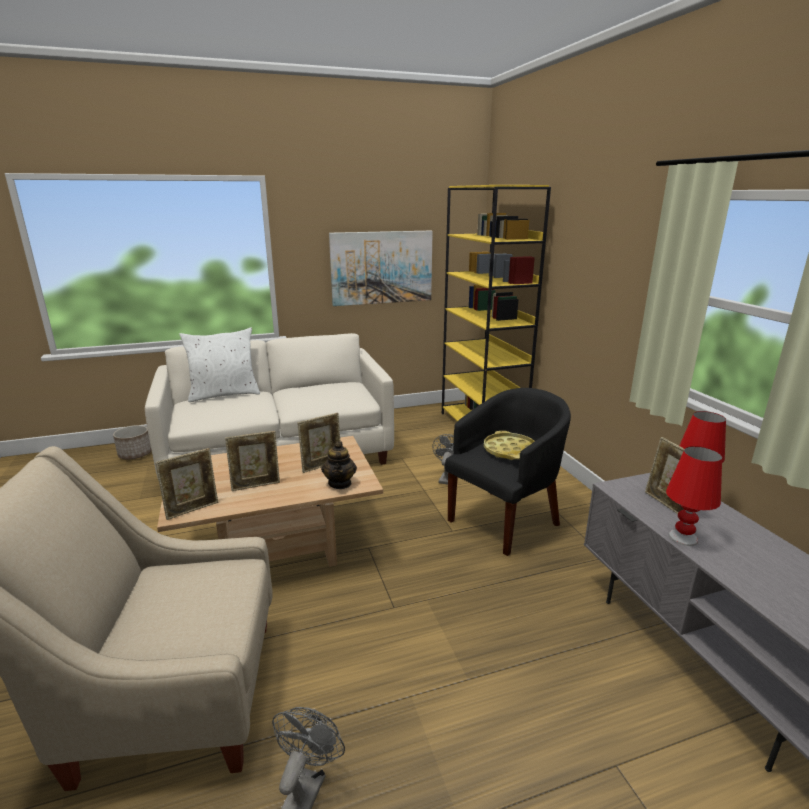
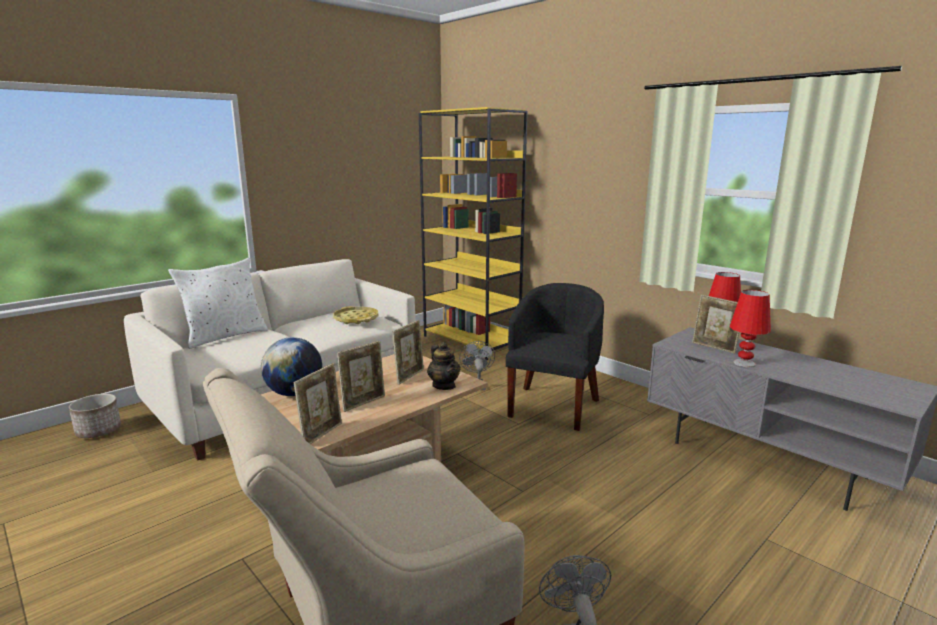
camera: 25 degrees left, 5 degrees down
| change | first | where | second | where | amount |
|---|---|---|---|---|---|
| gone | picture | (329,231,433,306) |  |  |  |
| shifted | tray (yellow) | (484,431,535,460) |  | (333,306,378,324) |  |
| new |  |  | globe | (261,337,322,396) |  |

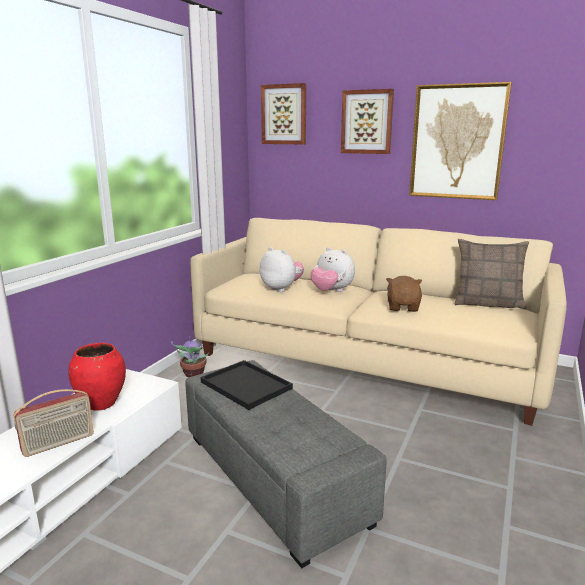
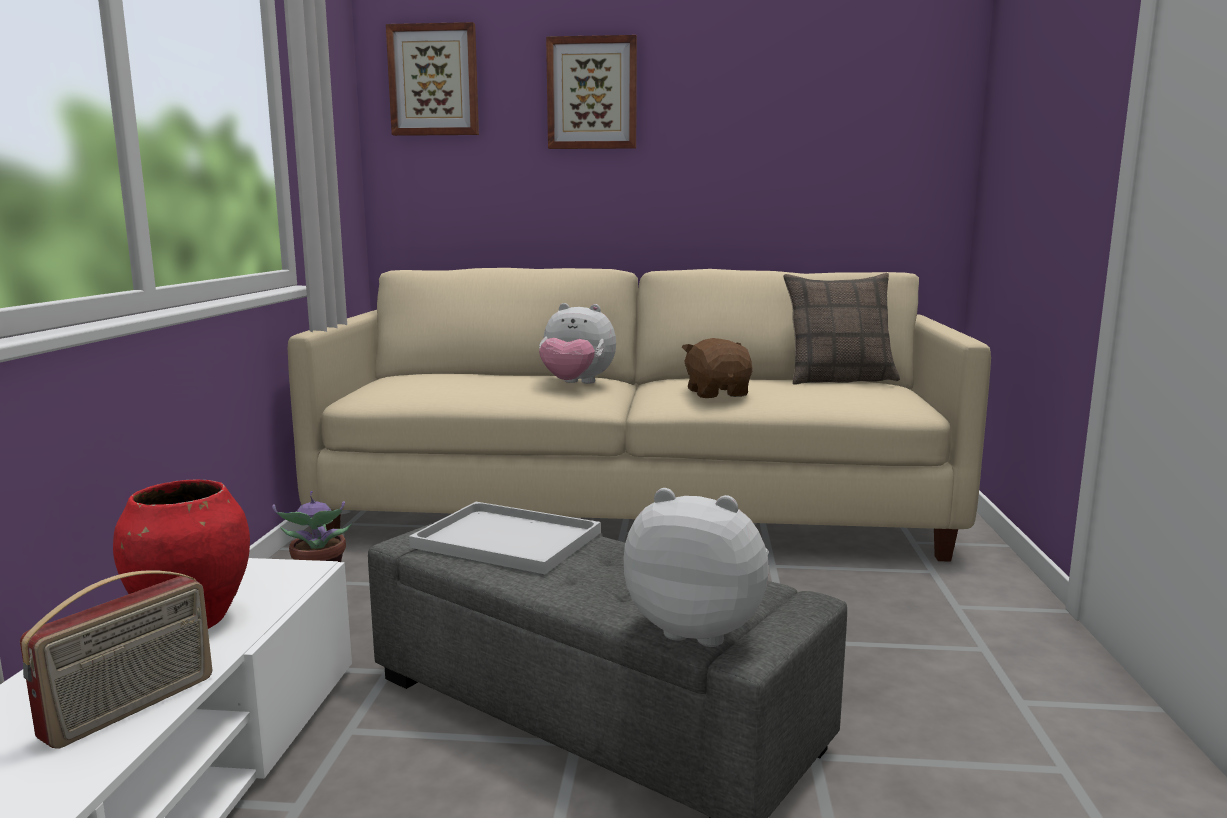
camera: 20 degrees left, 5 degrees down
| change | first | where | second | where | amount |
|---|---|---|---|---|---|
| repainted | tray (black) | (201,360,293,410) | tray (white) | (409,502,601,574) |  |
| shifted | plush toy | (260,247,304,292) |  | (624,488,769,647) |  |
| gone | picture | (409,82,512,200) |  |  |  |

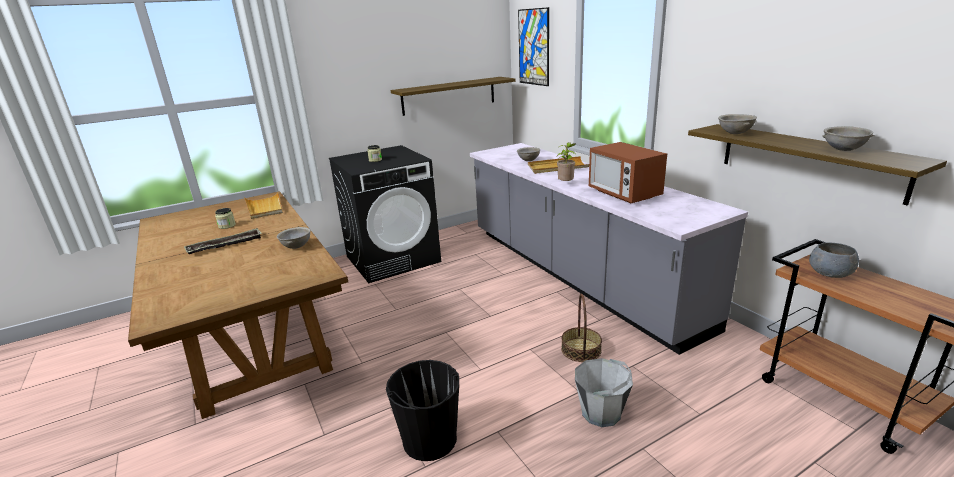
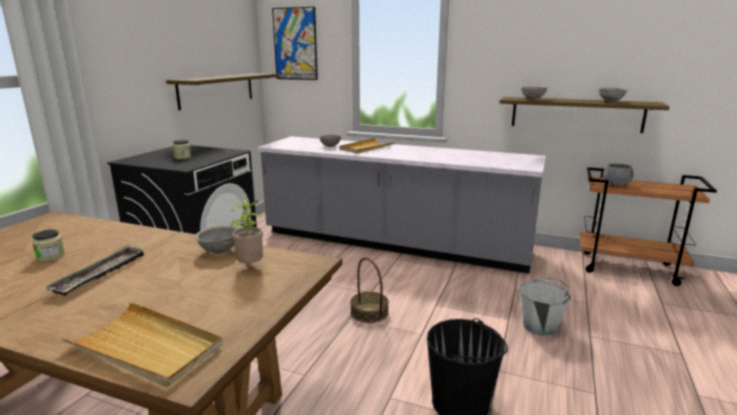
camera: 40 degrees left, 5 degrees down
| change | first | where | second | where | amount |
|---|---|---|---|---|---|
| shifted | tray (beige) | (244,192,283,219) |  | (61,302,223,387) |  |
| shifted | potted plant | (557,142,576,181) |  | (231,199,263,263) |  |
| shifted | basket | (561,294,602,362) |  | (350,257,389,323) |  |
| gone | microwave | (589,142,667,203) |  |  |  |

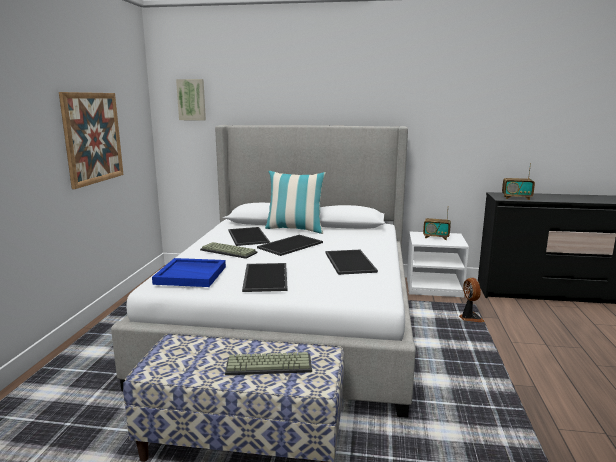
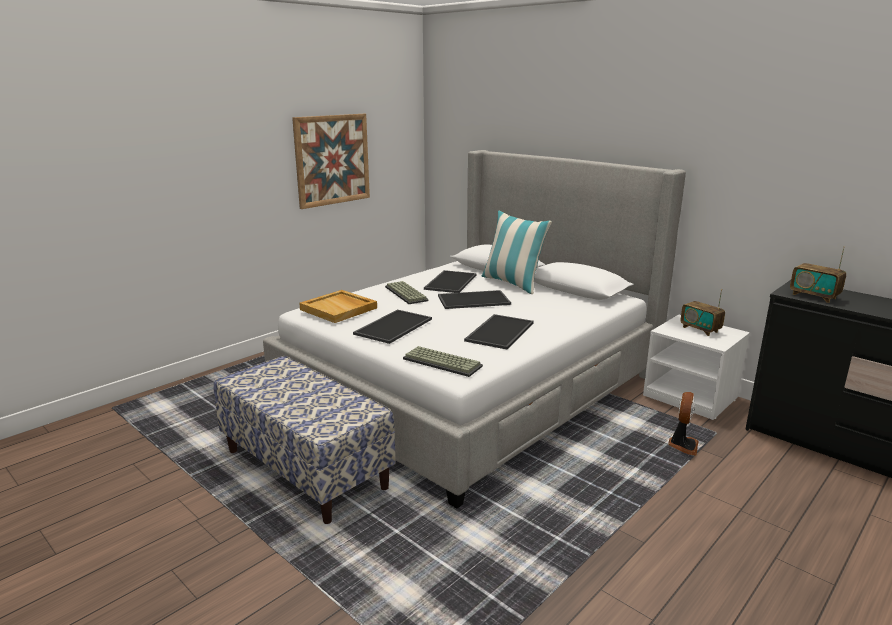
camera: 35 degrees right, 5 degrees up
| change | first | where | second | where | amount |
|---|---|---|---|---|---|
| repainted | tray (blue) | (152,258,226,287) | tray (beige) | (299,290,377,323) |  |
| gone | picture | (176,79,206,121) |  |  |  |
| shifted | keyboard | (225,352,312,375) |  | (403,346,483,377) |  |

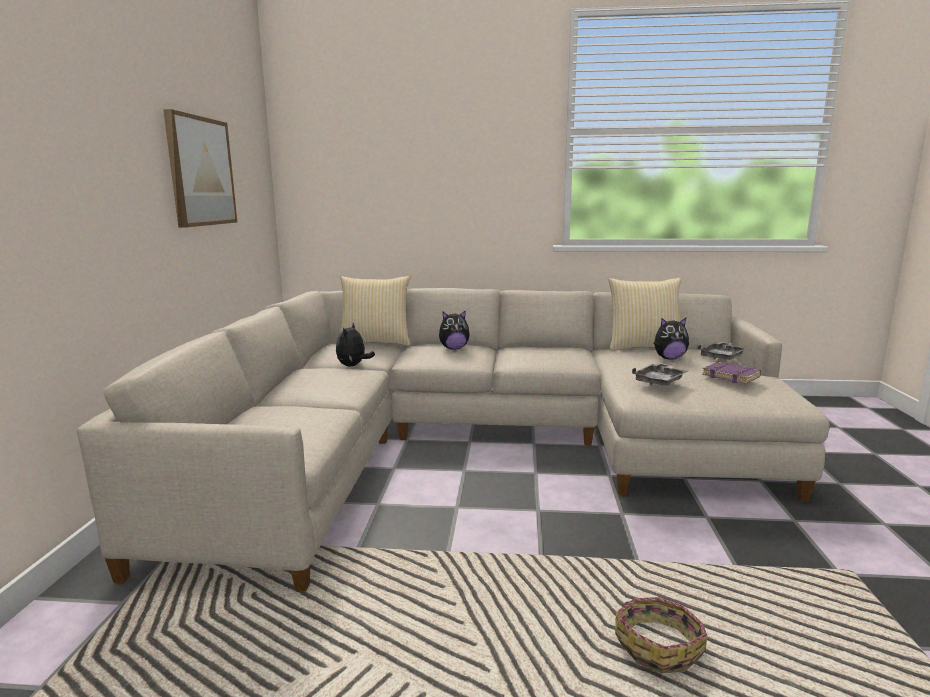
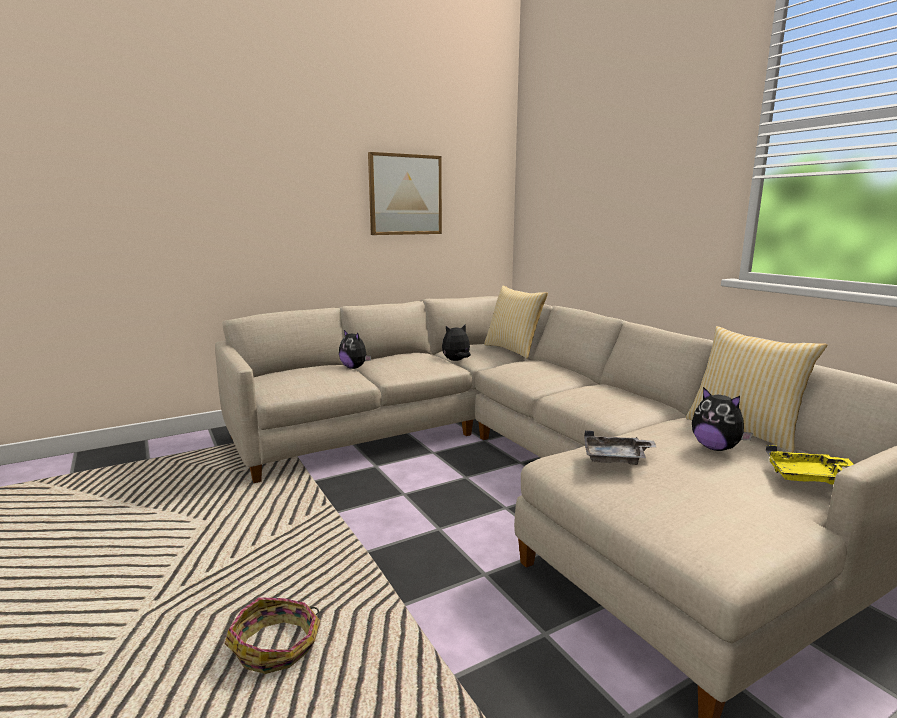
camera: 55 degrees right, 0 degrees up
| change | first | where | second | where | amount |
|---|---|---|---|---|---|
| shifted | plush toy | (439,310,470,350) |  | (339,330,371,369) |  |
| repainted | tray (grey) | (698,342,748,360) | tray (yellow) | (766,445,854,485) |  |
| gone | book (purple) | (702,362,761,384) |  |  |  |

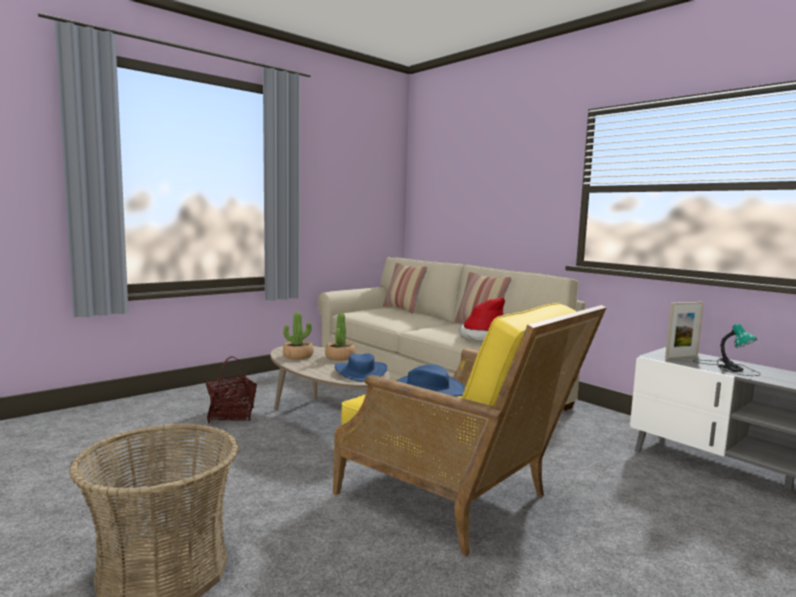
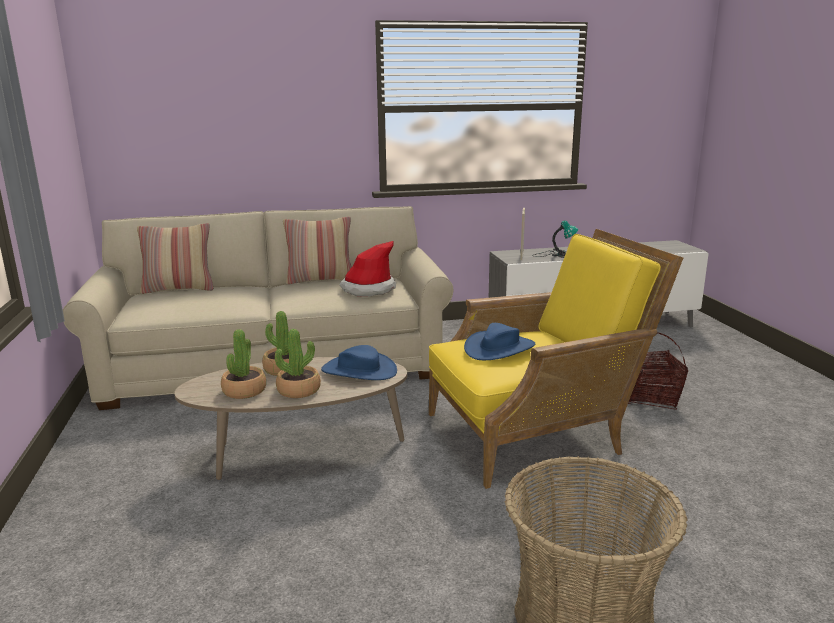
camera: 60 degrees left, 10 degrees up
| change | first | where | second | where | amount |
|---|---|---|---|---|---|
| shifted | basket | (205,356,257,424) |  | (628,332,688,410) |  |
| new |  |  | potted plant | (275,329,321,398) |  |

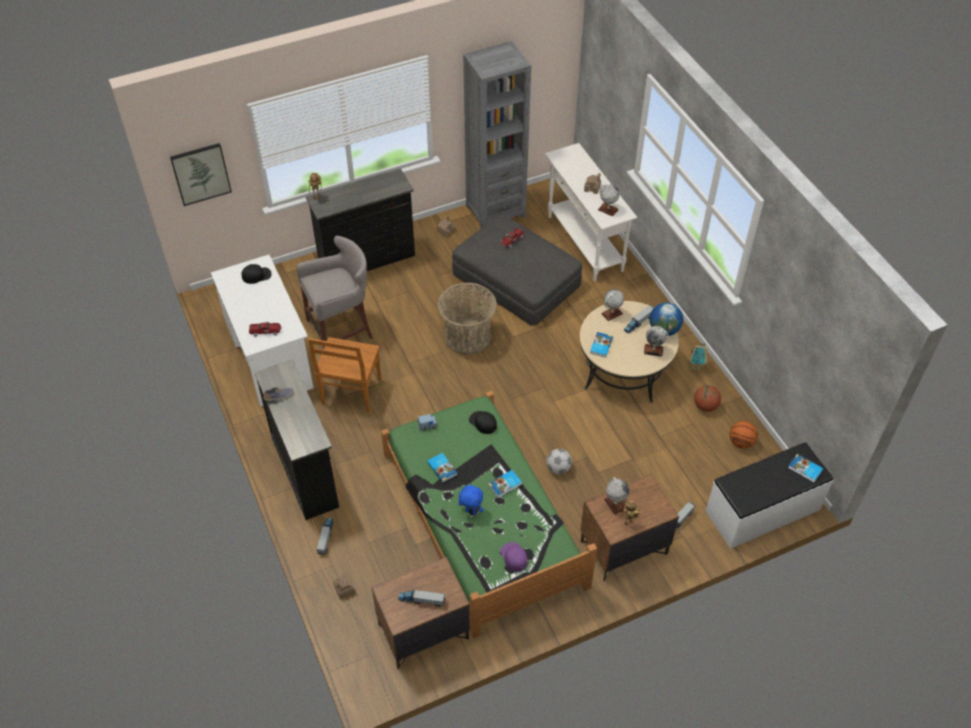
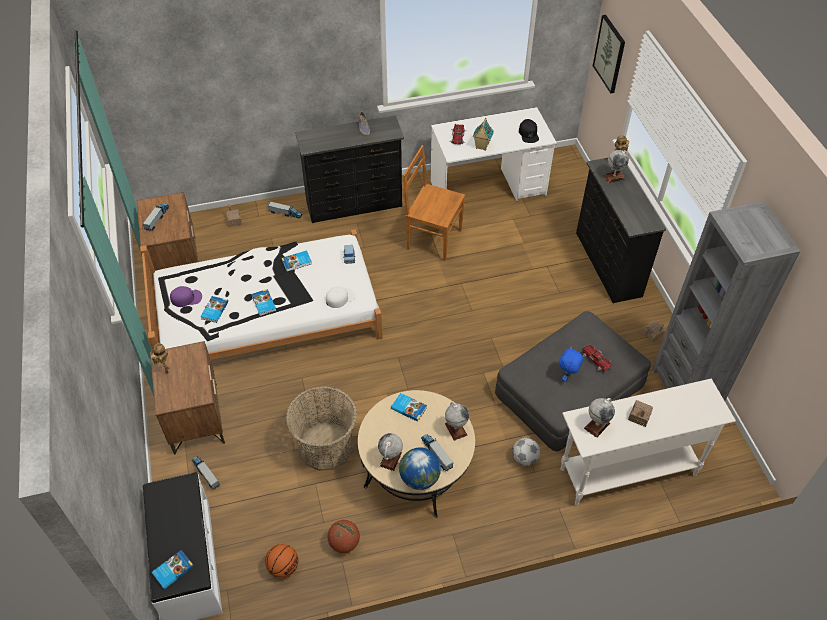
camera: 100 degrees right, 0 degrees up
| change | first | where | second | where | amount |
|---|---|---|---|---|---|
| gone | stool (grey) | (297,236,373,349) |  |  |  |
| repainted | bed (green) | (381,391,597,639) | bed (white) | (140,229,383,360) |  |
| shifted | basket | (437,283,497,355) |  | (286,386,357,471) |  |
| shifted | plush toy (blue) | (458,485,484,514) |  | (559,346,584,381) |  |
| repainted | cap (black) | (469,411,497,434) | cap (white) | (326,287,355,308) |  |
| shifted | football | (546,449,572,474) |  | (512,438,540,466) |  |
| shifted | globe | (604,477,629,515) |  | (603,150,630,183) |  |
| shifted | toy house | (690,343,707,371) |  | (472,118,494,151) |  |
| new |  |  | book | (200,296,228,323) |  |

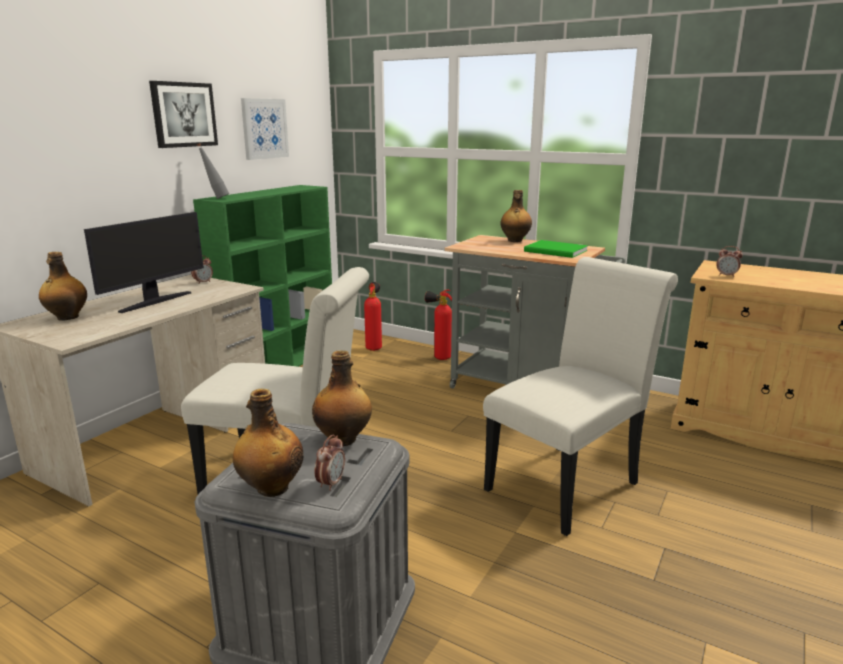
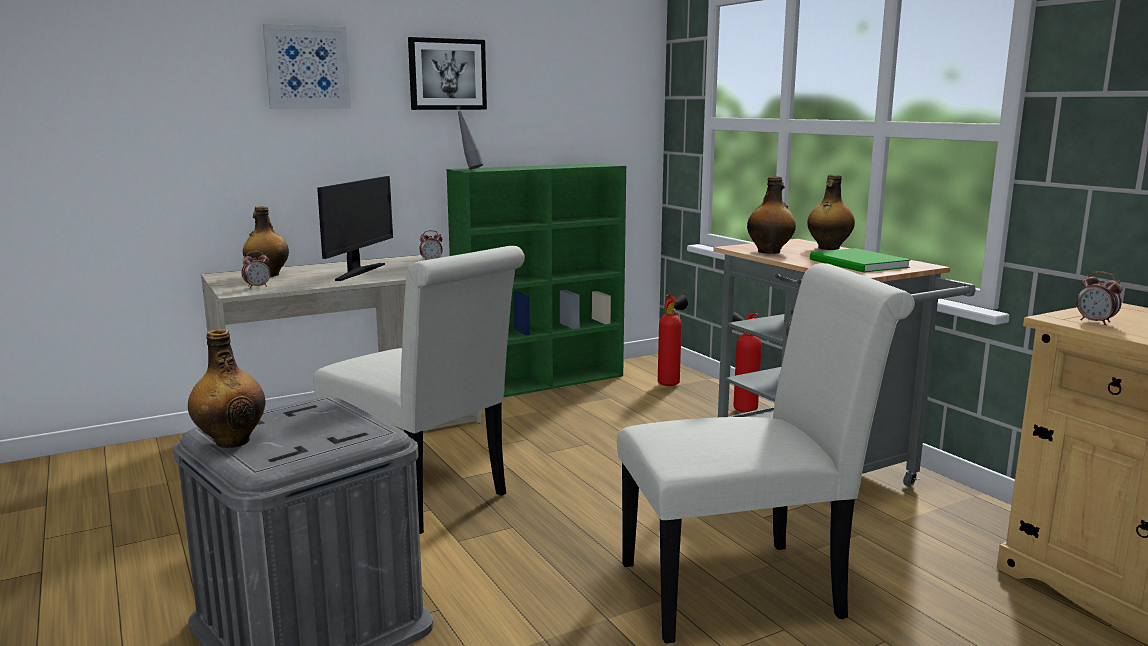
camera: 30 degrees right, 5 degrees down
| change | first | where | second | where | amount |
|---|---|---|---|---|---|
| rotated | monitor | (84,212,204,313) |  | (317,176,393,281) | 45 degrees counterclockwise |
| shifted | picture | (241,98,289,160) |  | (263,24,351,109) |  |
| shifted | bottle | (312,350,372,446) |  | (747,176,796,254) |  |
| shifted | alarm clock | (315,434,345,491) |  | (242,251,271,289) |  |

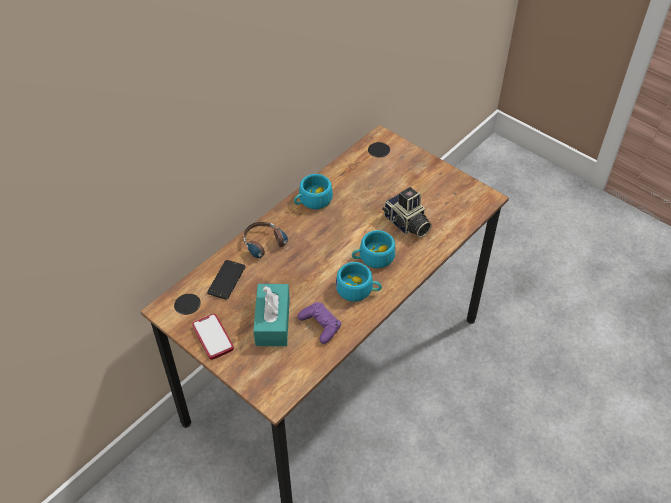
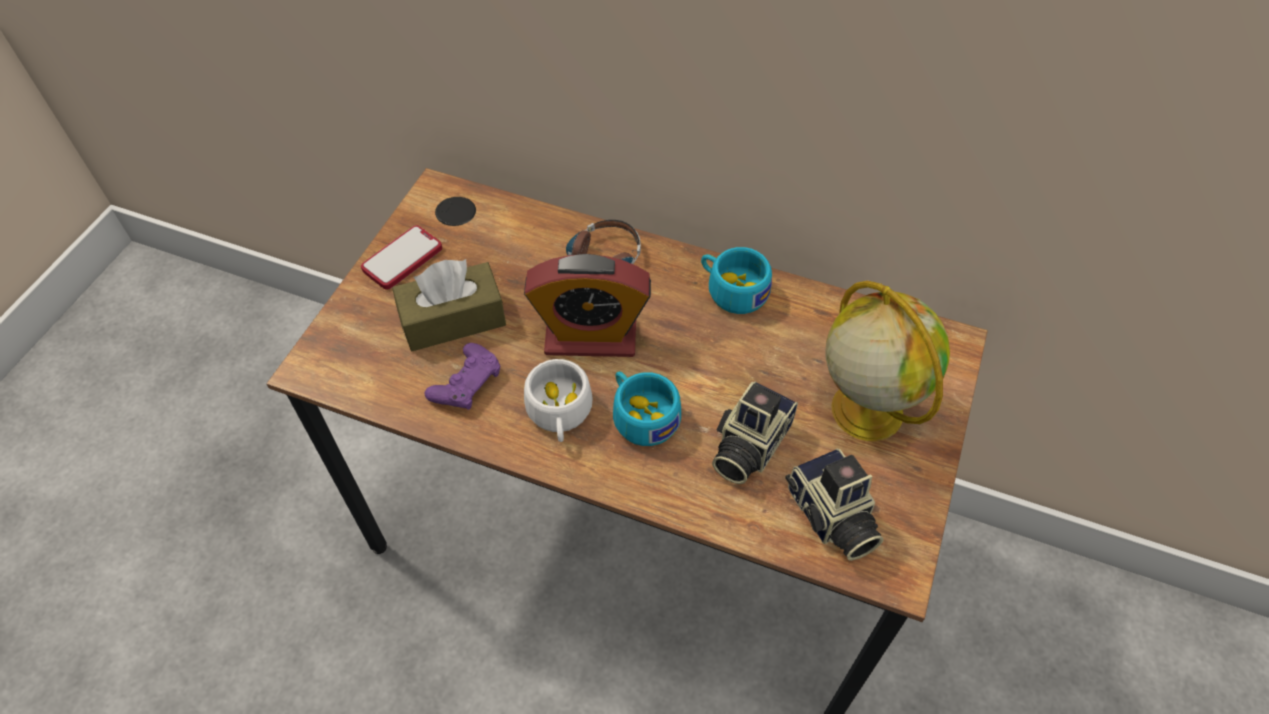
camera: 70 degrees right, 5 degrees up
| change | first | where | second | where | amount |
|---|---|---|---|---|---|
| gone | phone | (207,260,246,300) |  |  |  |
| repainted | tissue box (turquoise) | (253,284,290,346) | tissue box (brown) | (392,259,506,351) |  |
| repainted | cup (turquoise) | (336,262,382,302) | cup (white) | (524,359,593,442) |  |
| new |  |  | alarm clock | (524,254,651,357) |  |
| new |  |  | photo camera | (785,448,883,561) |  |
| new |  |  | globe | (826,280,950,441) |  |

